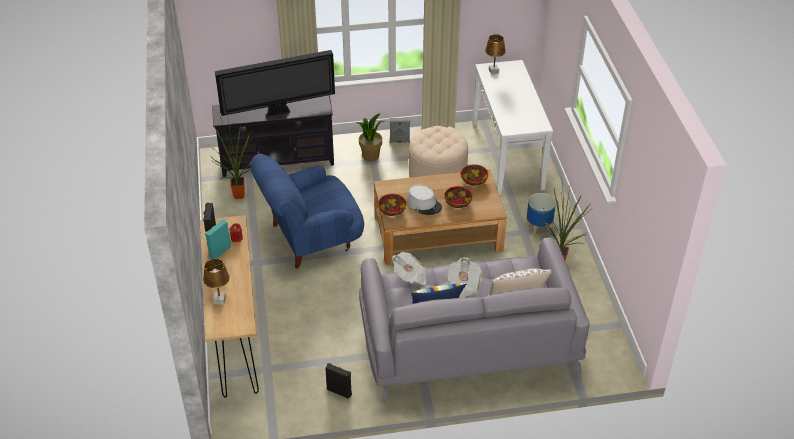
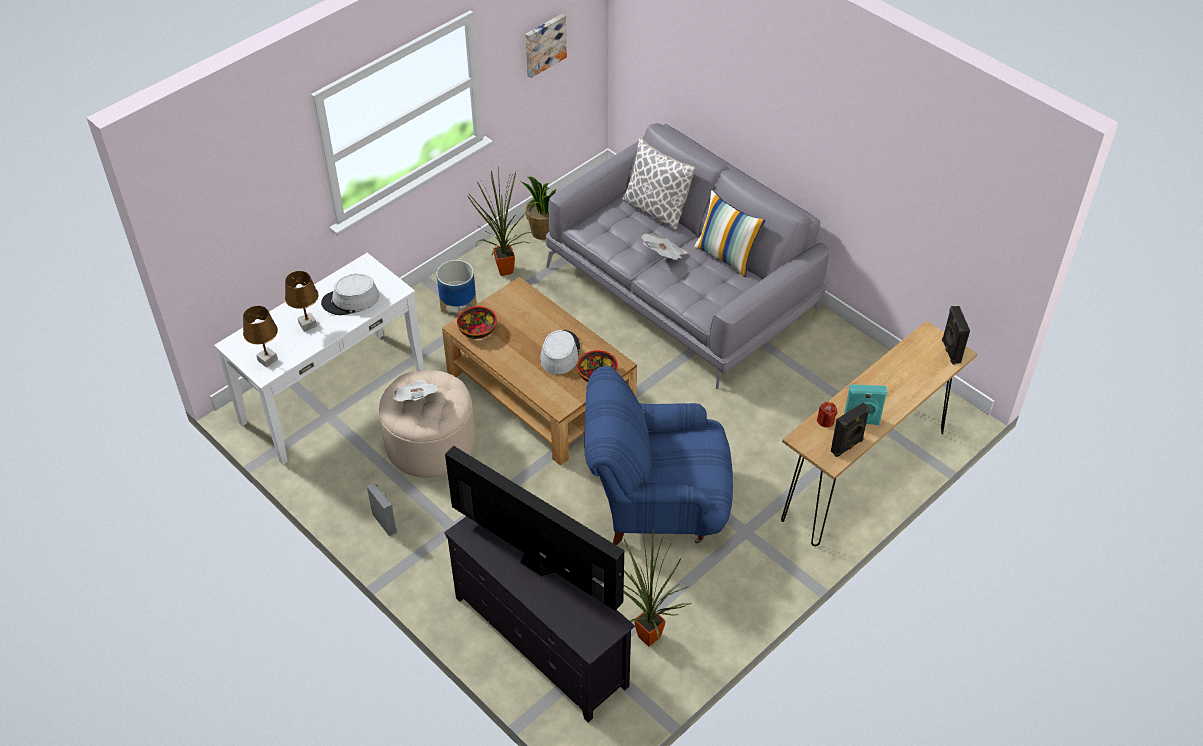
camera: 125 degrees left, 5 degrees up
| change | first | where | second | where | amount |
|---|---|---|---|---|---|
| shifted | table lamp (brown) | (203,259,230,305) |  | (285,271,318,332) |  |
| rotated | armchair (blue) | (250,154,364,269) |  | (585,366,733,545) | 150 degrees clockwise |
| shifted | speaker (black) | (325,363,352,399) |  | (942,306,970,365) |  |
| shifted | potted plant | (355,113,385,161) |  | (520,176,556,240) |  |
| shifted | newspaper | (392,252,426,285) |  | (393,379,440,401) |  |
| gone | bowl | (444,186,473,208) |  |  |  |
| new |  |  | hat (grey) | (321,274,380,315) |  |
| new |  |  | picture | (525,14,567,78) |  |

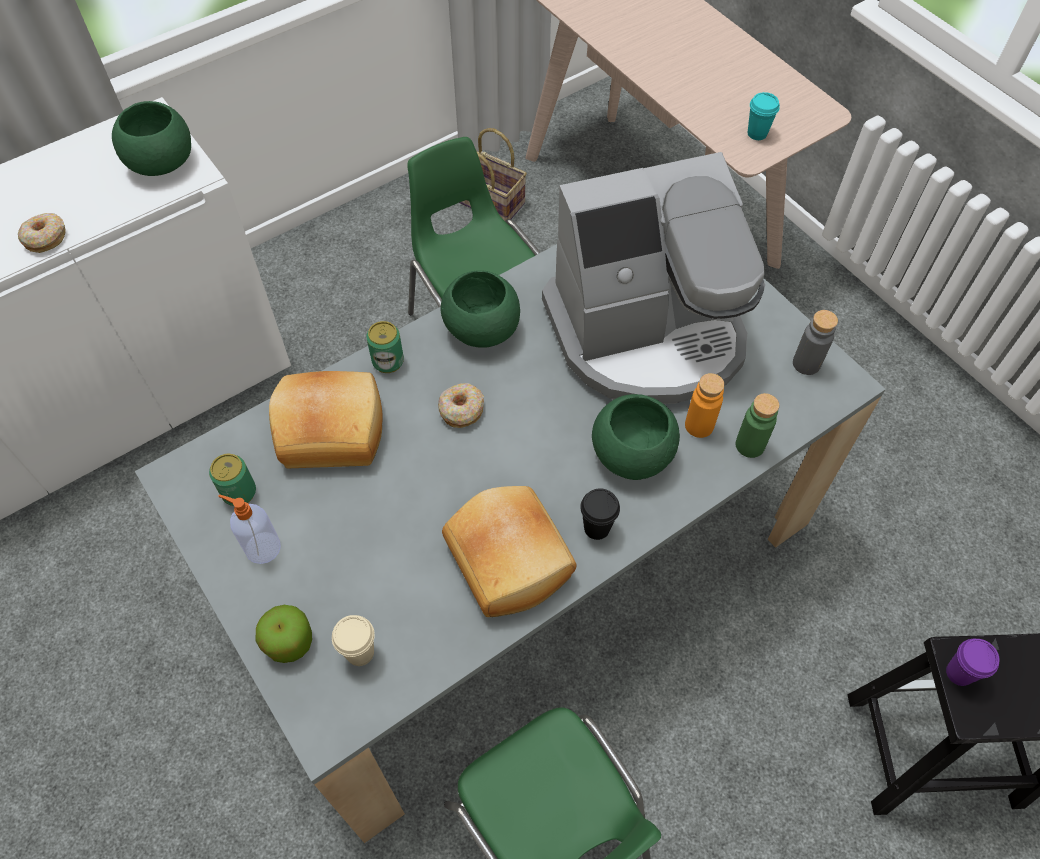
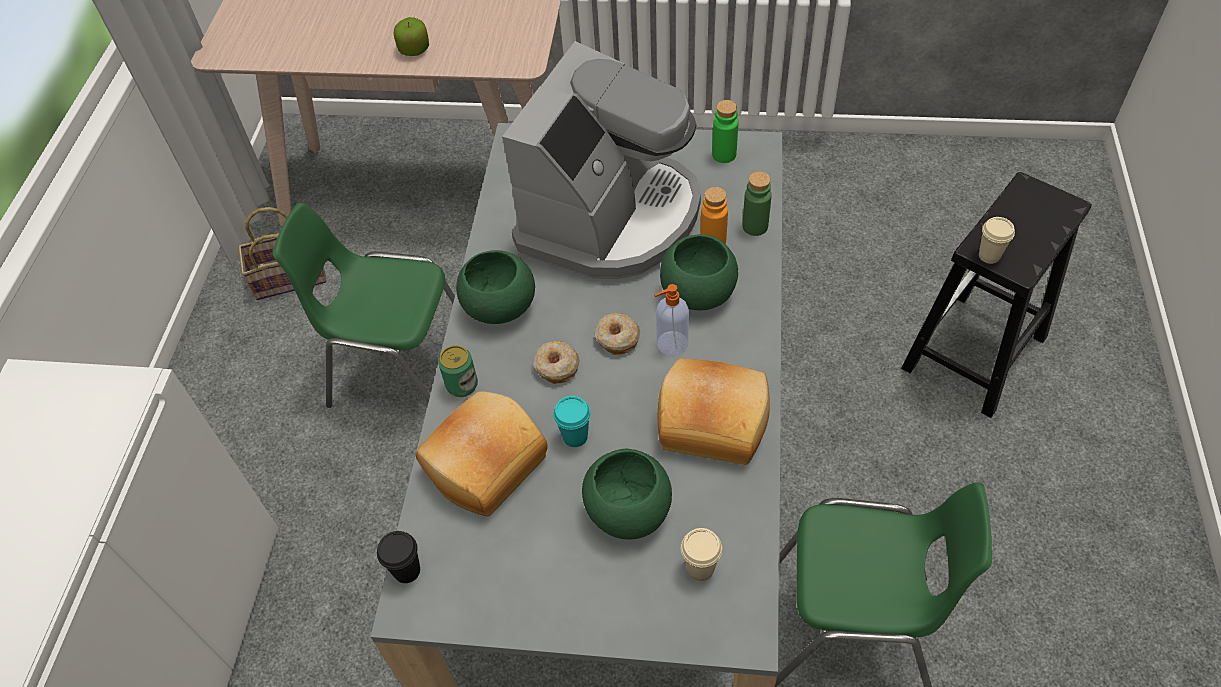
camera: 45 degrees left, 5 degrees down
| change | first | where | second | where | amount |
|---|---|---|---|---|---|
| shifted | donut | (18,213,66,253) |  | (595,313,640,355) |  |
| shifted | bowl (green) | (112,101,191,176) |  | (582,449,672,539) |  |
| gone | can | (209,454,256,506) |  |  |  |
| shifted | soap dispenser | (218,494,281,564) |  | (654,284,689,356) |  |
| shifted | apple | (256,605,312,663) |  | (394,17,429,56) |  |
| shifted | cup (black) | (580,488,620,540) |  | (377,531,420,583) |  |
| shifted | cup (turquoise) | (748,92,780,140) |  | (553,396,591,447) |  |
| repainted | bottle (grey) | (793,310,838,375) | bottle (green) | (712,100,738,163) |  |
| repainted | cup (purple) | (946,639,999,686) | cup (beige) | (979,217,1015,264) |  |

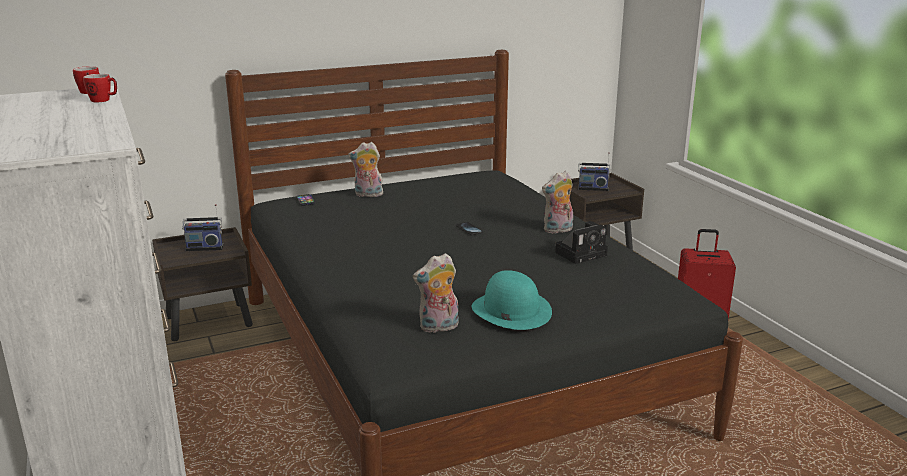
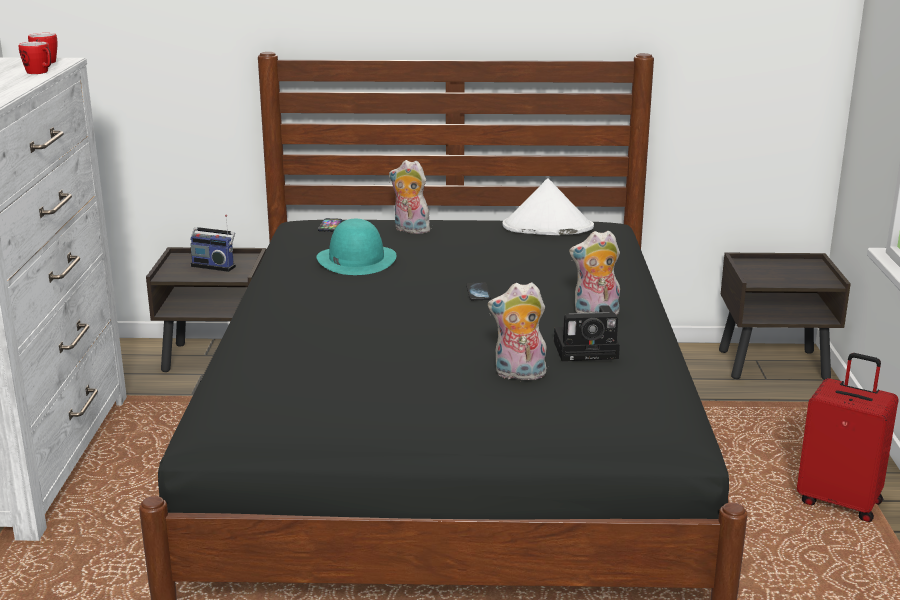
camera: 25 degrees right, 0 degrees up
| change | first | where | second | where | amount |
|---|---|---|---|---|---|
| shifted | plush toy | (413,253,459,333) |  | (488,282,547,380) |  |
| shifted | hat (turquoise) | (472,270,552,330) |  | (317,219,396,275) |  |
| gone | radio | (578,152,610,191) |  |  |  |
| new |  |  | hat (white) | (502,178,594,235) |  |

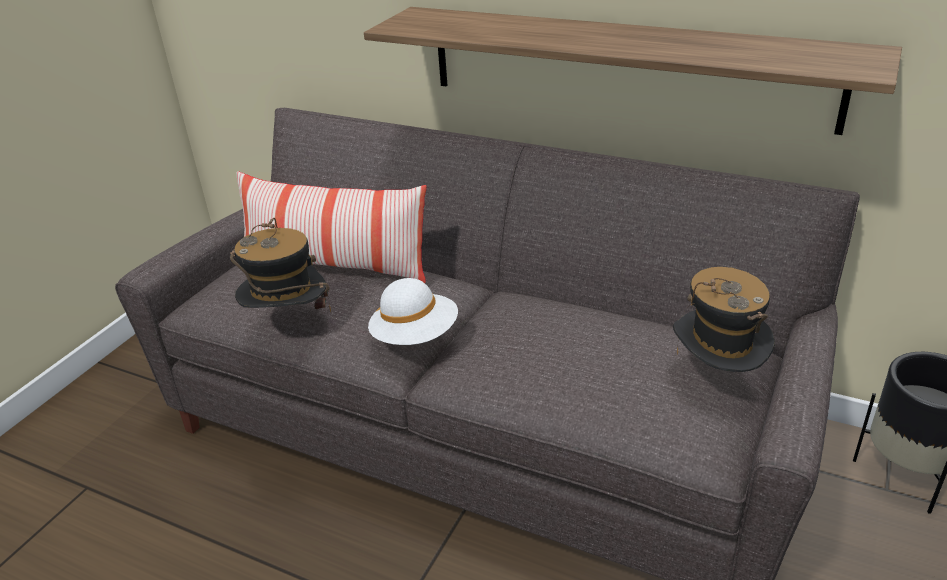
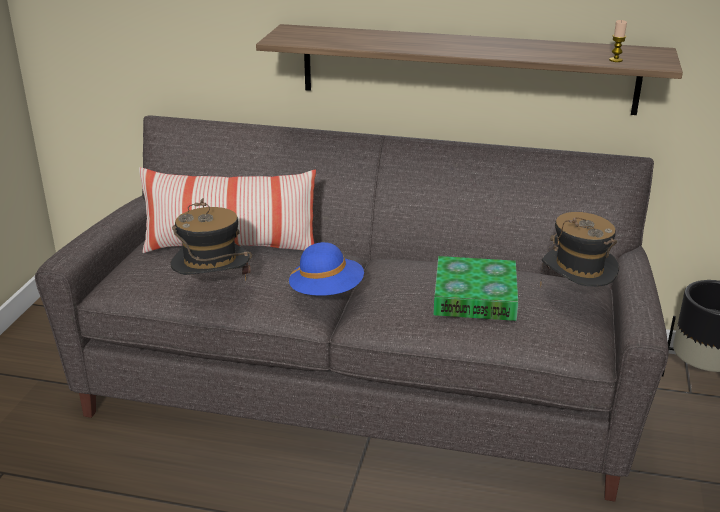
camera: 15 degrees left, 5 degrees down
| change | first | where | second | where | amount |
|---|---|---|---|---|---|
| repainted | hat (white) | (368,278,458,345) | hat (blue) | (289,242,364,296) |  |
| new |  |  | book | (433,256,518,321) |  |
| new |  |  | candle | (609,20,627,62) |  |

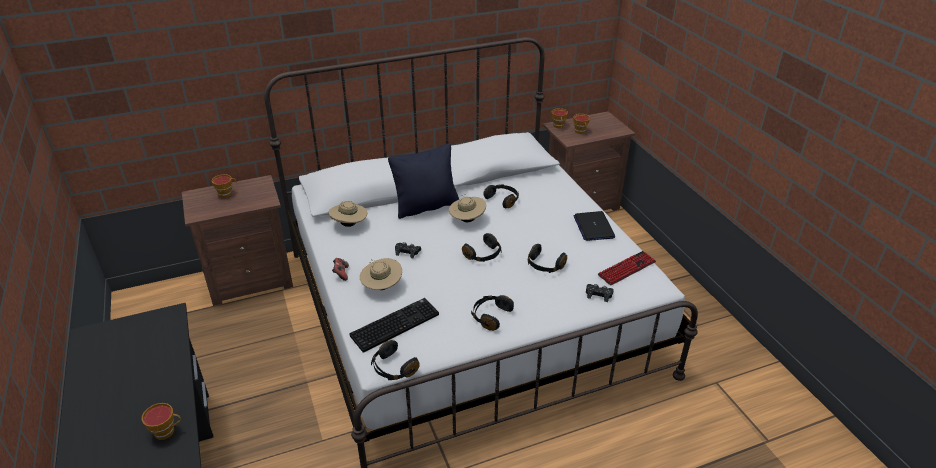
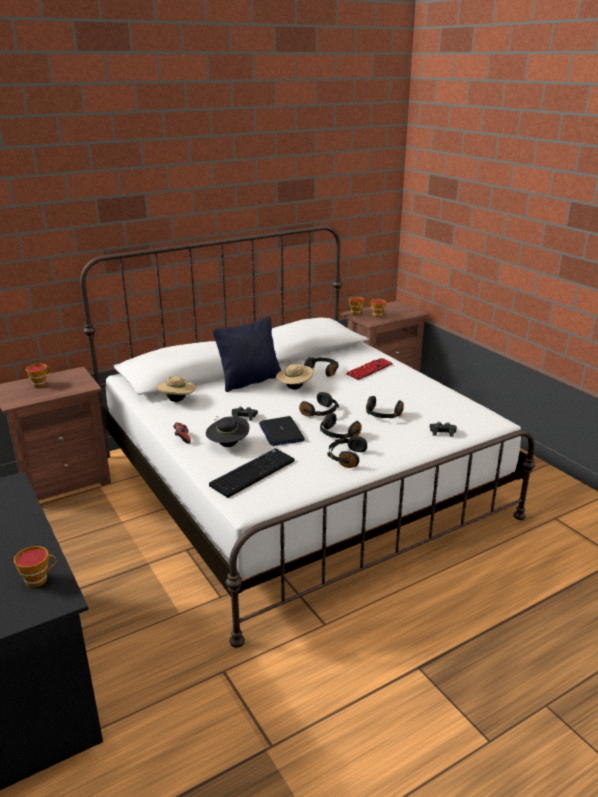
camera: 10 degrees left, 10 degrees down
| change | first | where | second | where | amount |
|---|---|---|---|---|---|
| repainted | hat (beige) | (360,258,402,290) | hat (black) | (206,416,249,447) |  |
| shifted | headphones (black) | (371,340,420,380) |  | (320,413,362,439) |  |
| shifted | laptop | (573,211,615,241) |  | (259,416,305,446) |  |
| shifted | keyboard | (598,251,656,286) |  | (346,358,393,380) |  |

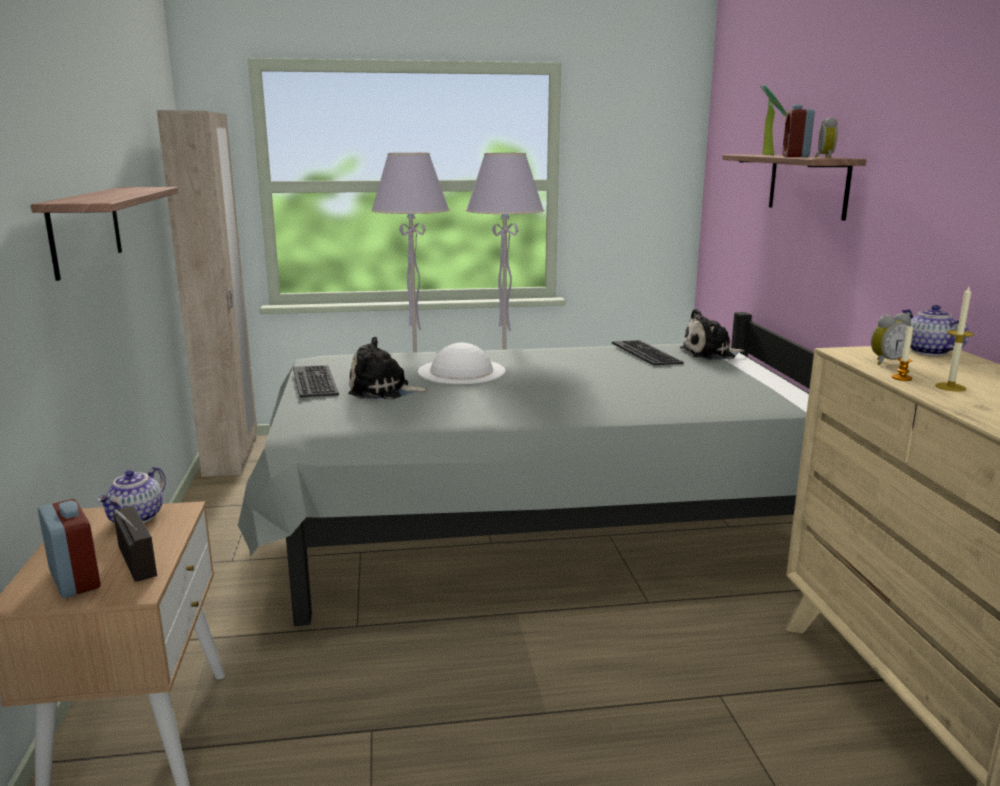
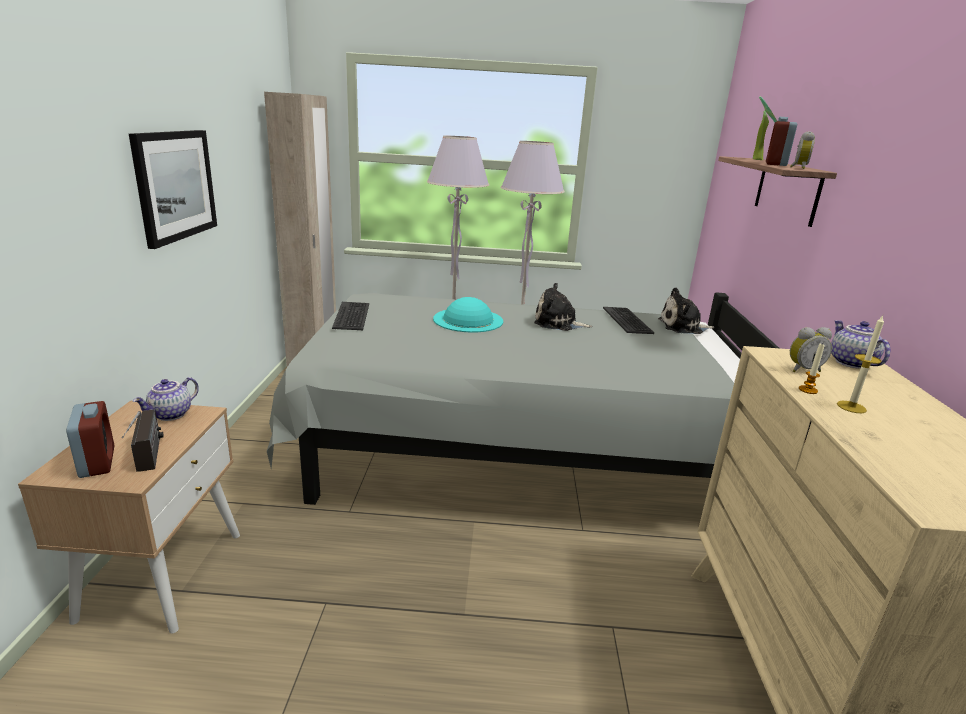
camera: 10 degrees right, 5 degrees up
| change | first | where | second | where | amount |
|---|---|---|---|---|---|
| swapped | shelf | (31,187,179,281) | picture | (129,130,217,249) |  |
| shifted | plush toy | (348,337,430,399) |  | (534,283,592,331) |  |
| repainted | hat (white) | (418,343,505,384) | hat (turquoise) | (433,297,503,332) |  |

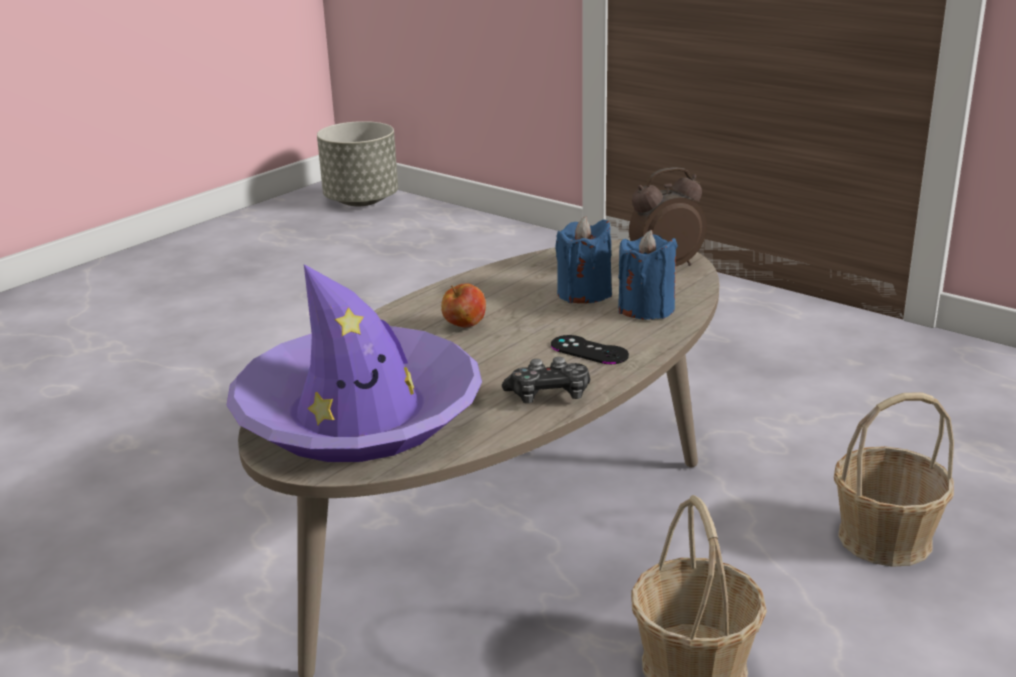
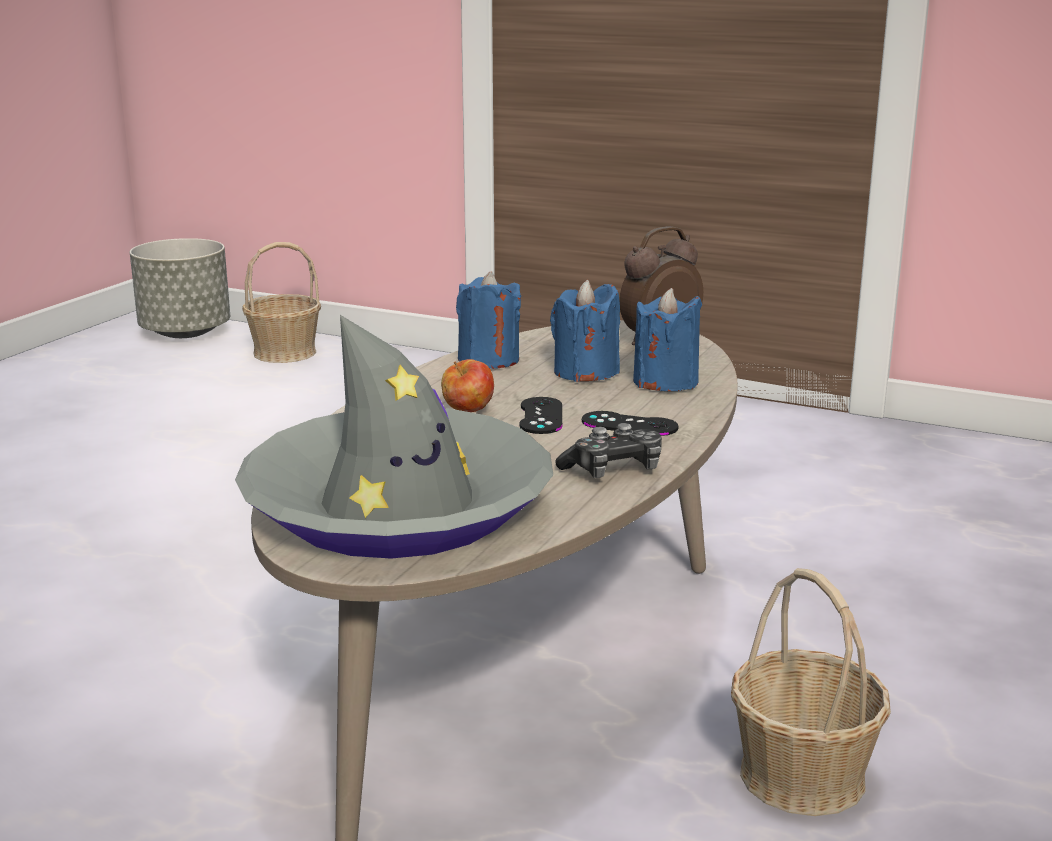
camera: 15 degrees left, 5 degrees down
| change | first | where | second | where | amount |
|---|---|---|---|---|---|
| repainted | hat (purple) | (227,264,482,462) | hat (grey) | (235,315,553,559) |  |
| shifted | basket | (834,392,954,567) |  | (242,242,321,363) |  |
| new |  |  | candle (blue) | (456,271,521,369) |  |
| new |  |  | game controller (black) | (519,397,563,434) |  |

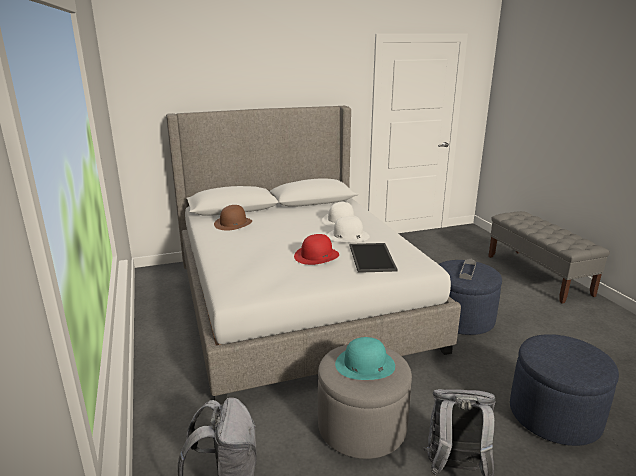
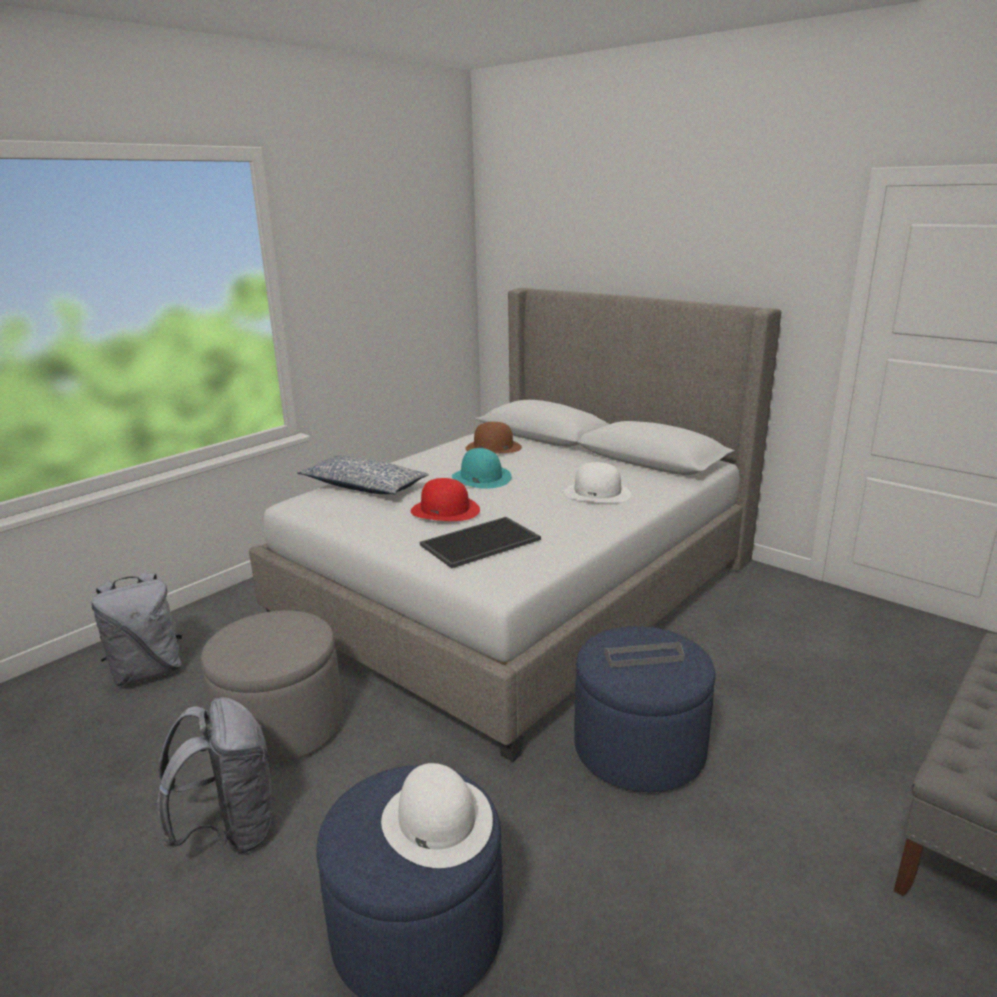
camera: 60 degrees right, 0 degrees up
| change | first | where | second | where | amount |
|---|---|---|---|---|---|
| shifted | hat (white) | (327,217,370,242) |  | (381,763,493,868) |  |
| shifted | hat (turquoise) | (335,337,395,380) |  | (452,448,512,489) |  |
| new |  |  | pillow | (297,456,429,495) |  |

